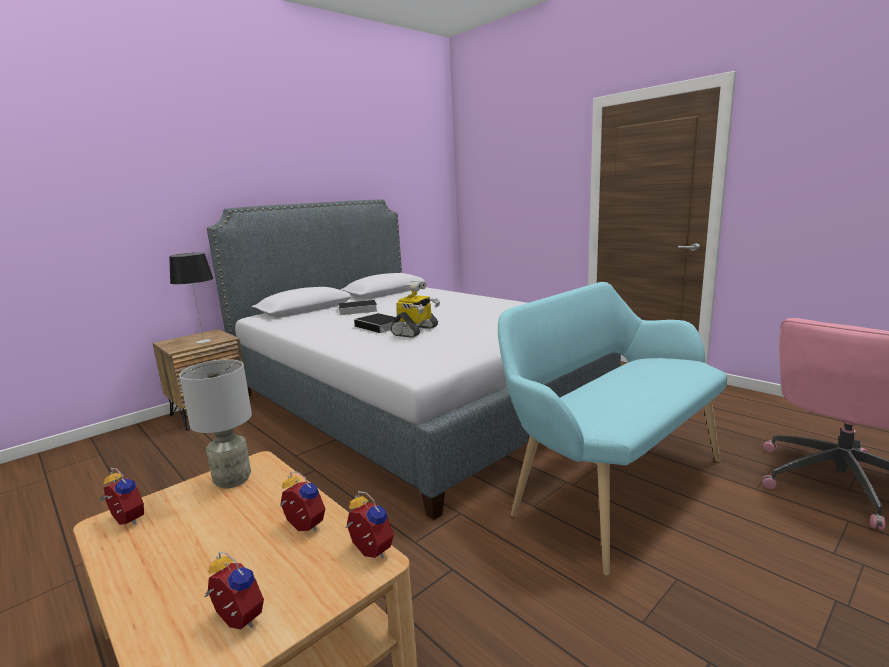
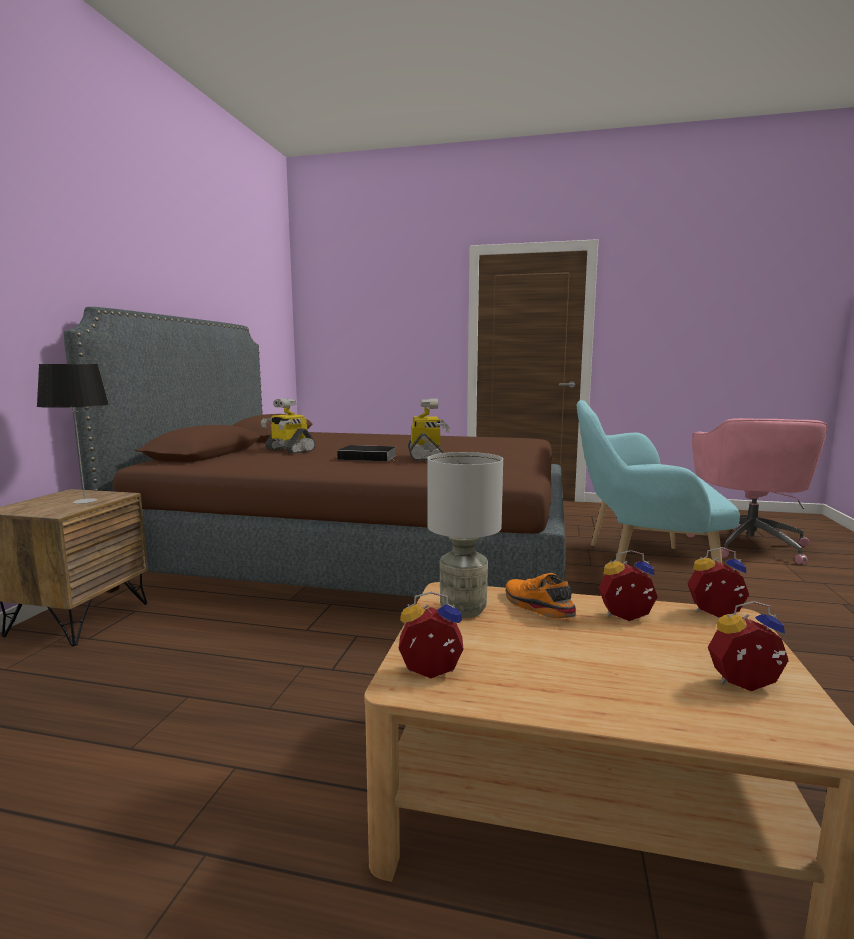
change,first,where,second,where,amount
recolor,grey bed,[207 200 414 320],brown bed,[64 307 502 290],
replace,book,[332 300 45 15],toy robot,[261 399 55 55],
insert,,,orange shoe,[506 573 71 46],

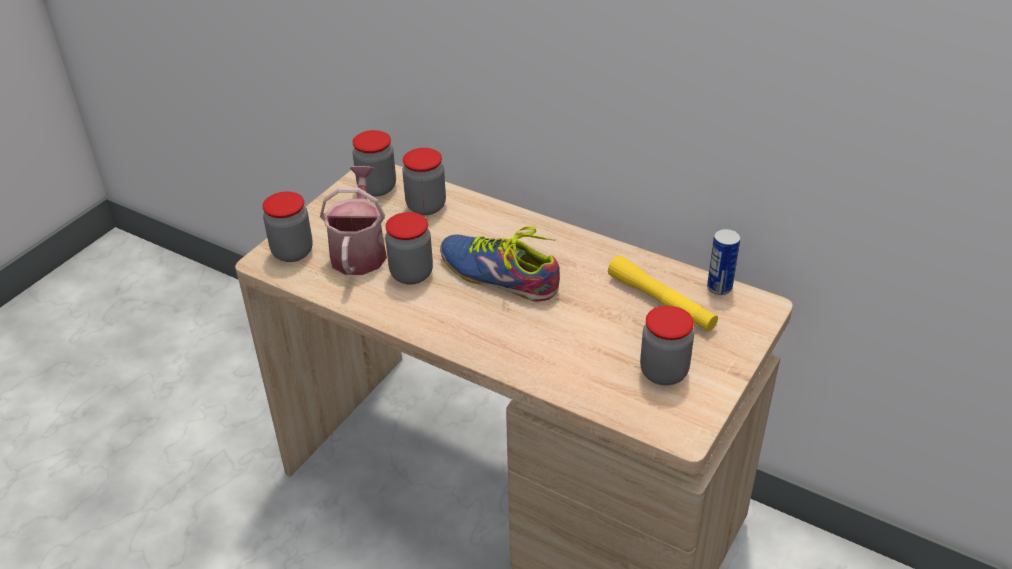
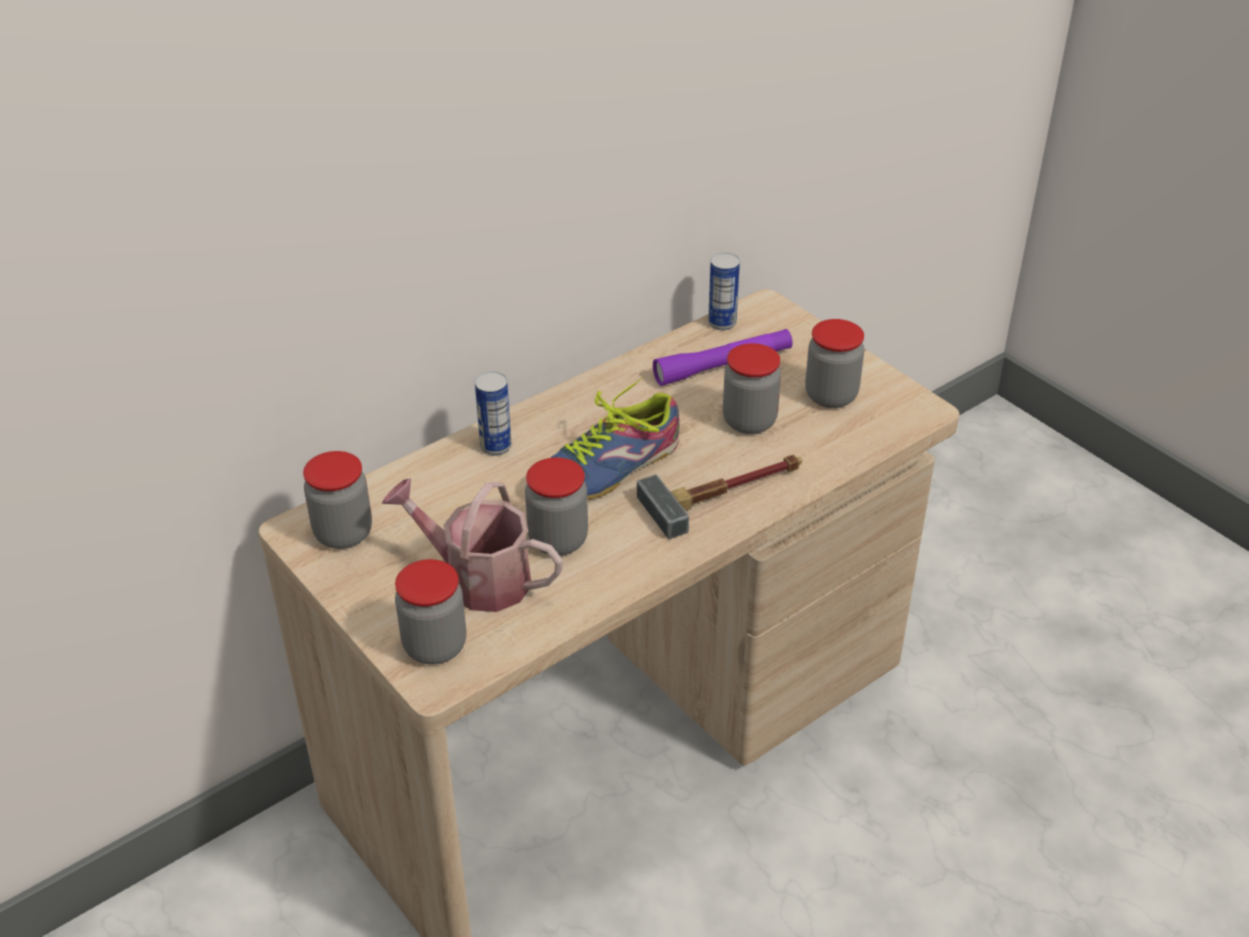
change,first,where,second,where,amount
insert,,,can,[475 372 36 84],
insert,,,hammer,[637 455 165 84],
recolor,yellow flashlight,[608 255 110 76],purple flashlight,[653 329 140 57],
move,jar,[402 148 44 67],,[723 343 58 91],

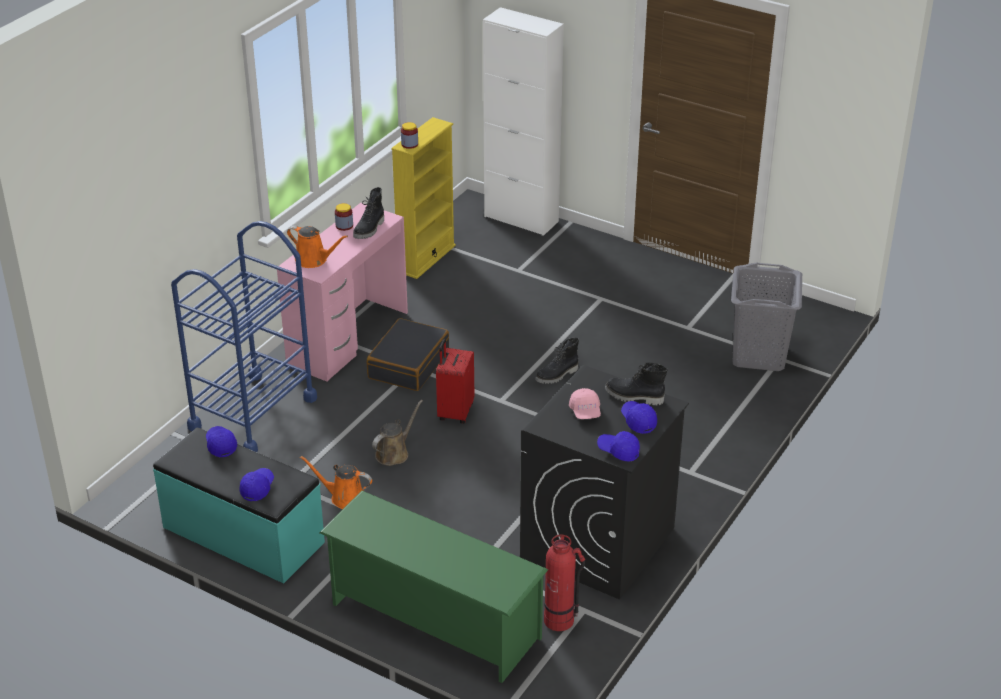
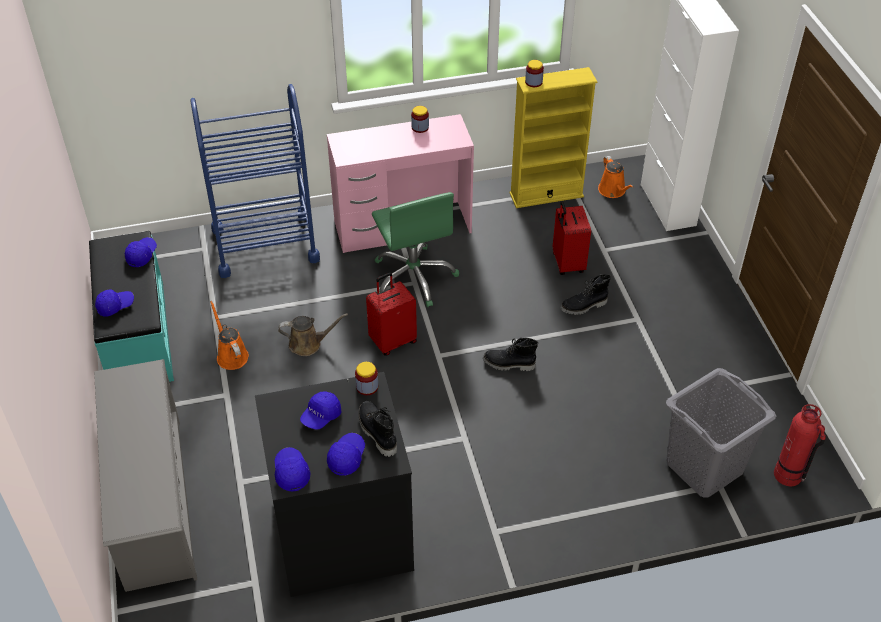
change,first,where,second,where,amount
recolor,green shoe rack,[319 491 229 192],grey shoe rack,[94 359 103 233],
recolor,pink cap,[569 388 32 31],blue cap,[300 391 41 38],
insert,,,jar,[355 362 23 33],
replace,black suitcase,[367 318 82 73],green office chair,[372 192 87 115],
insert,,,red suitcase,[553 202 38 73],
move,black boot,[353 187 31 52],,[560 274 51 41],
move,orange watering can,[287 225 61 43],,[598 156 36 42],
move,fire extinguisher,[544 535 41 96],,[774 404 52 82],

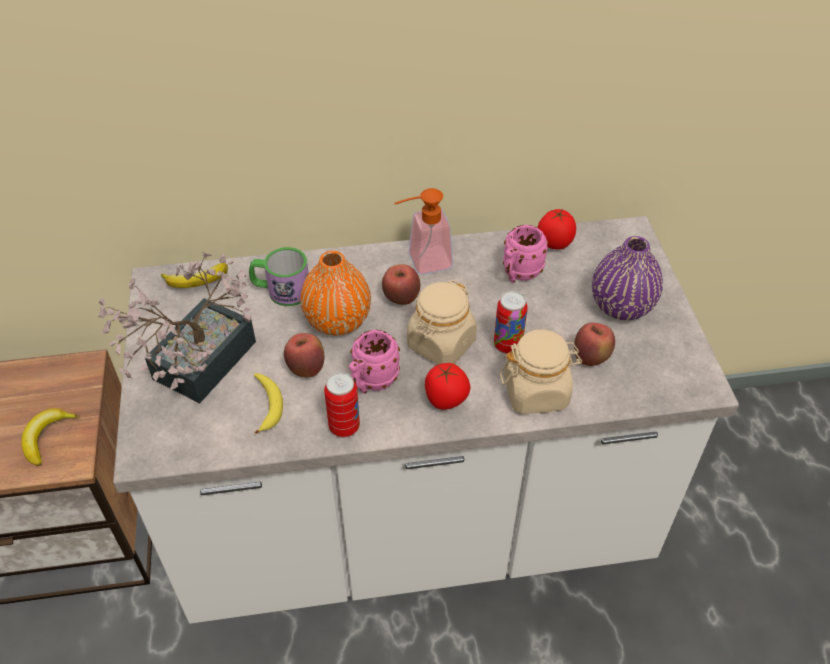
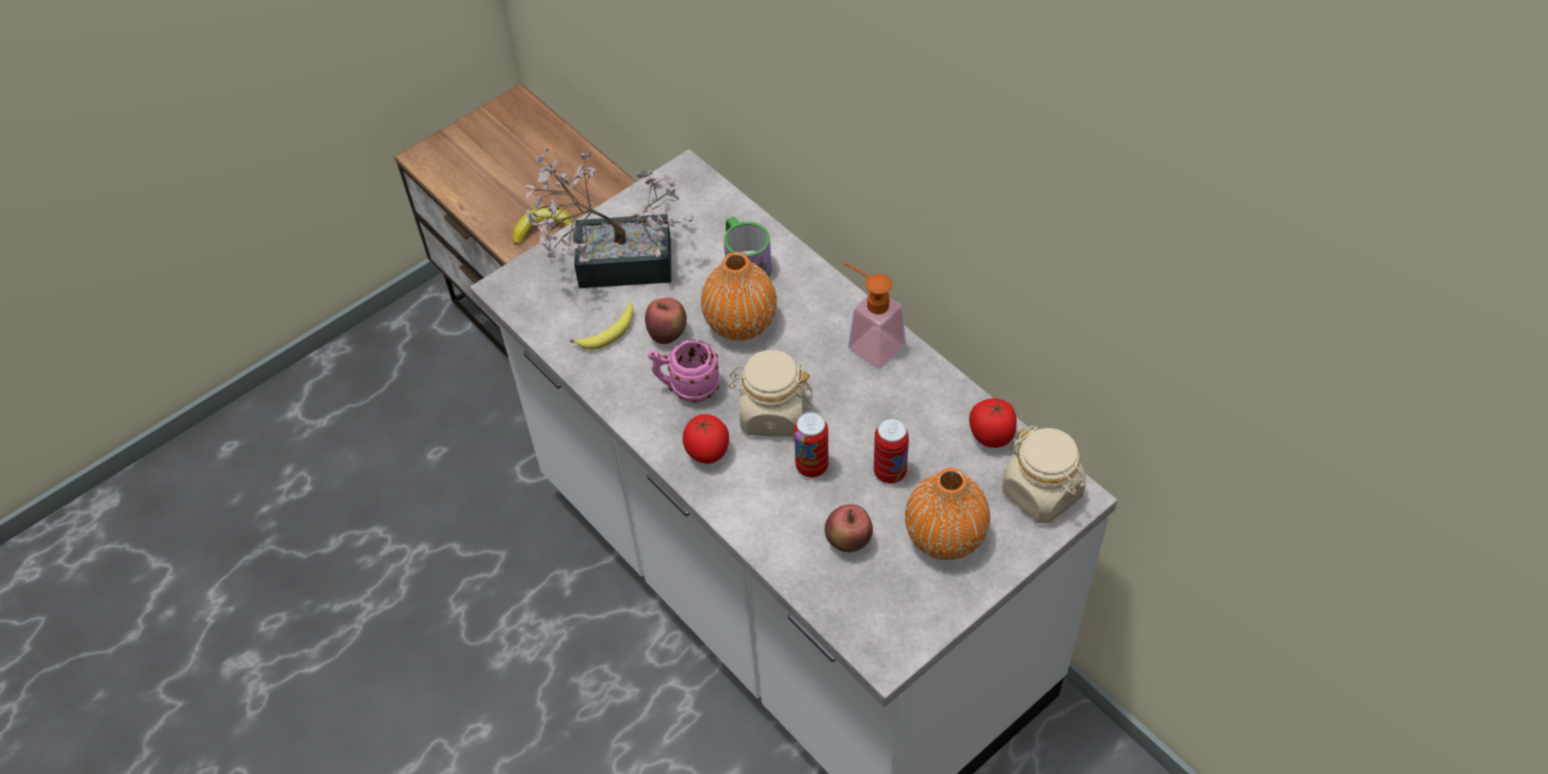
change,first,where,second,where,amount
move,can,[324 372 36 65],,[874 417 35 67],
recolor,purple vase,[592 236 71 84],orange vase,[905 468 85 92],
move,beige jar,[500 329 82 85],,[1002 426 84 98],
delete,banana,[161 263 67 25],,,
delete,apple,[382 264 38 41],,,
delete,pink mug,[503 225 45 58],,,

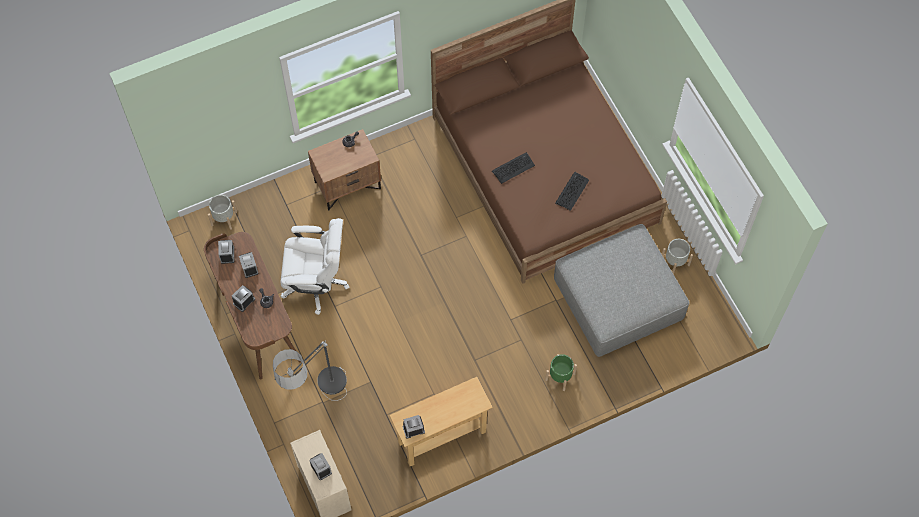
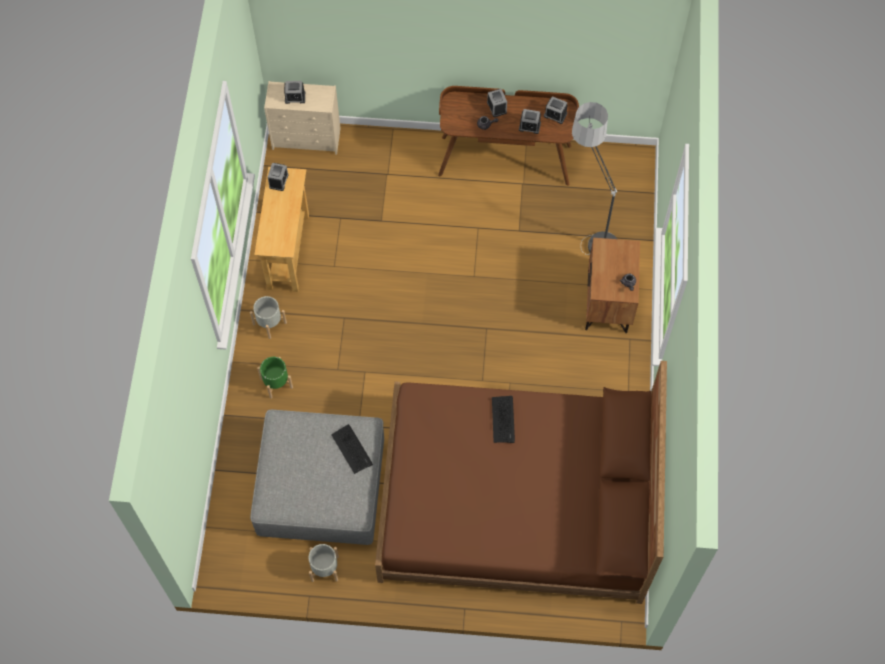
change,first,where,second,where,amount
move,grey planter,[208 195 29 35],,[250 296 37 43],
move,keyboard,[555 172 34 39],,[331 424 42 50],
move,floor lamp,[273 341 74 60],,[572 102 45 153],
delete,white office chair,[281 218 68 97],,,

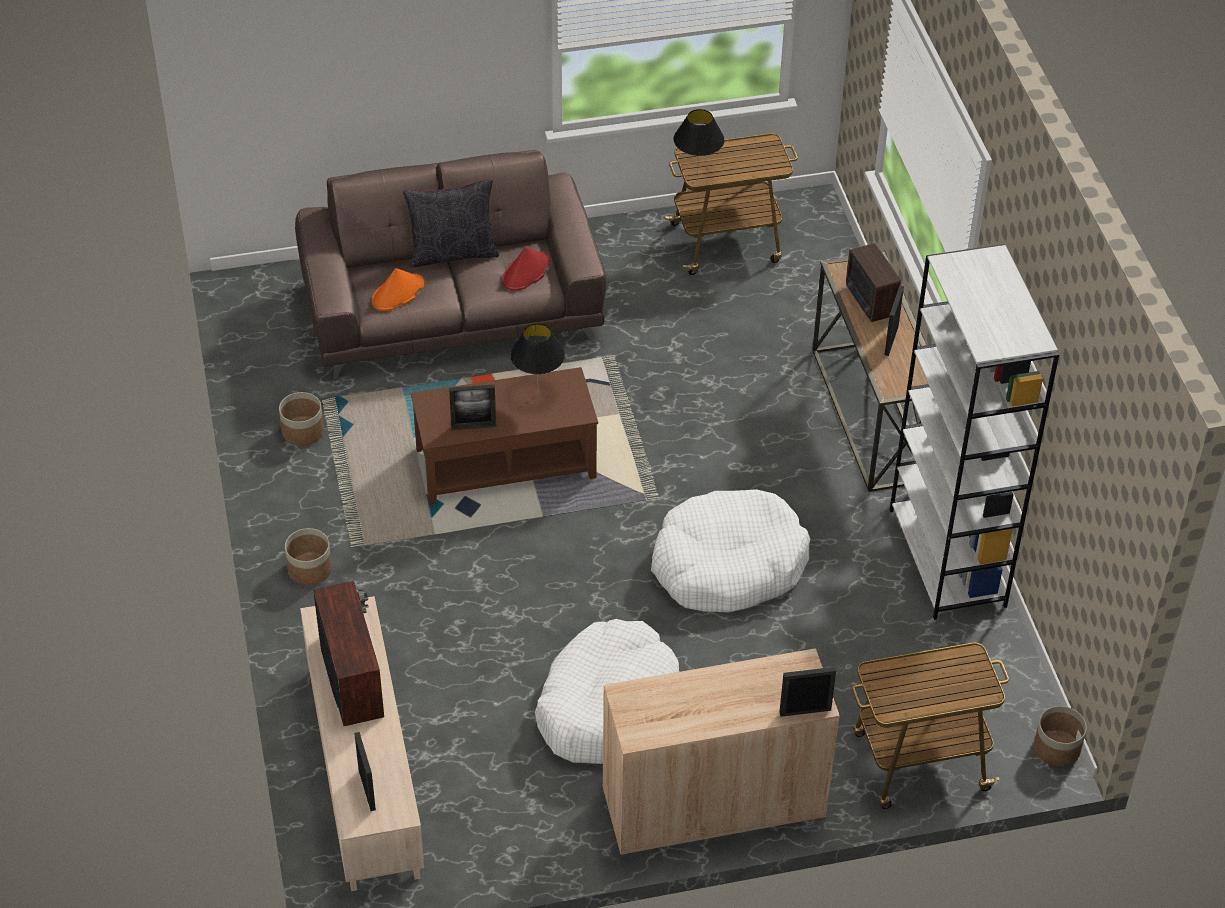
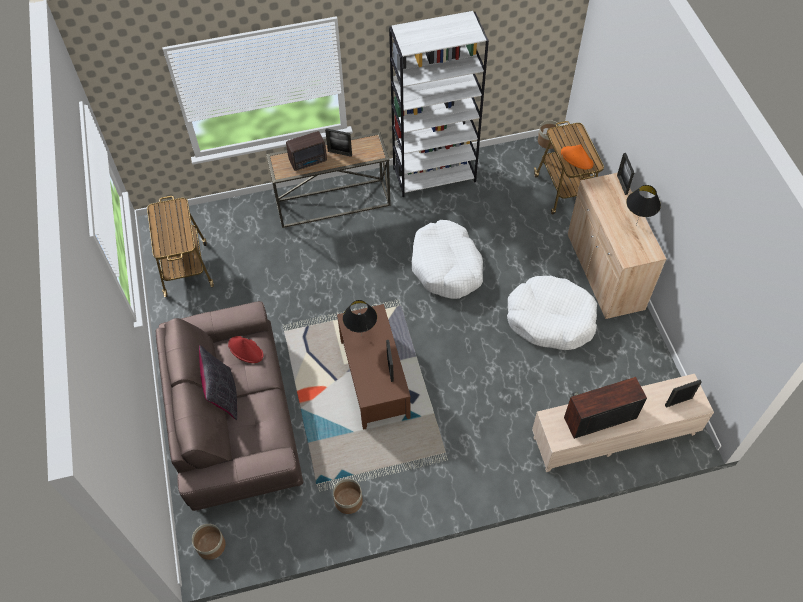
change,first,where,second,where,amount
move,planter,[285 528 47 57],,[192 524 34 36],
move,orange hat,[372 268 52 43],,[561 144 33 25],
move,black table lamp,[674 109 51 70],,[626 185 35 40],

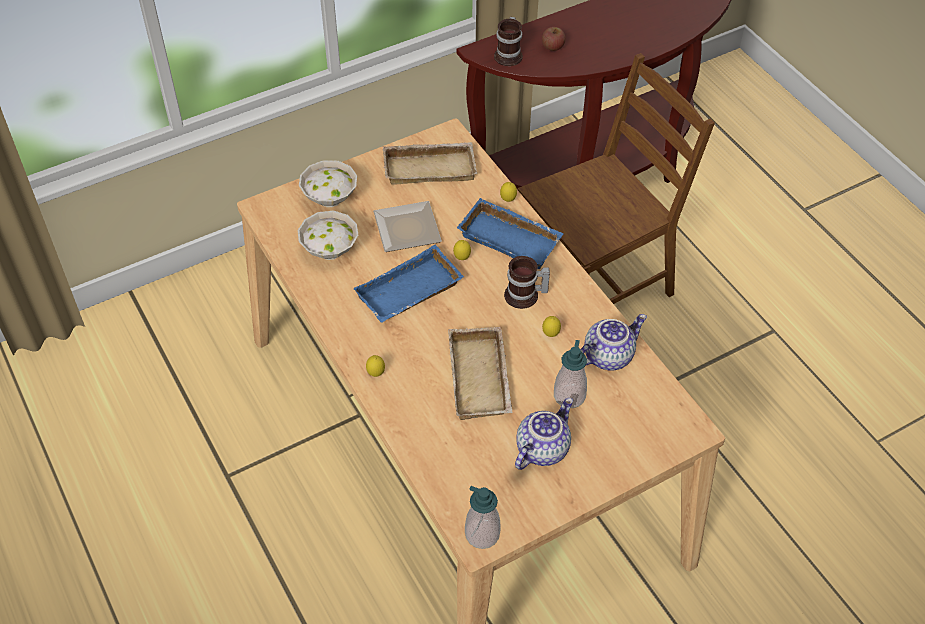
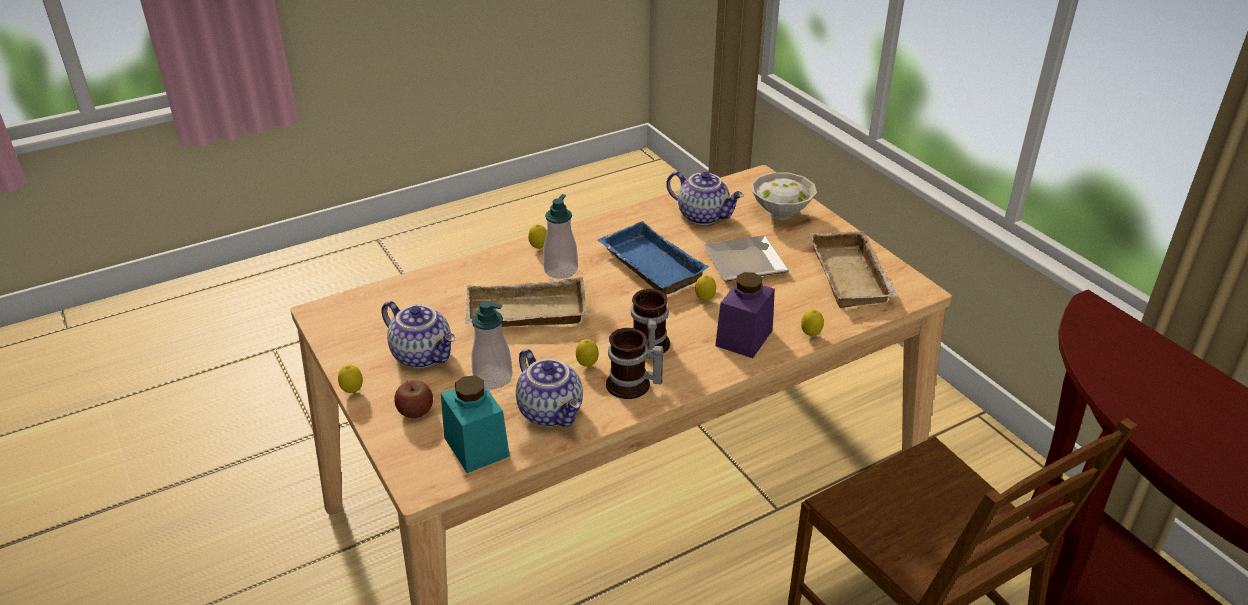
change,first,where,second,where,amount
insert,,,lemon,[338 365 25 28],
move,apple,[542 27 24 24],,[394 380 39 38],
insert,,,turquoise jar,[441 376 69 97],
move,soap dispenser,[465 486 36 63],,[543 194 35 85],
move,mug,[494 17 29 49],,[606 328 57 71],
replace,white bowl,[298 211 60 49],teapot,[666 171 78 54],
replace,blue tray,[457 198 106 71],purple jar,[715 272 60 86],

